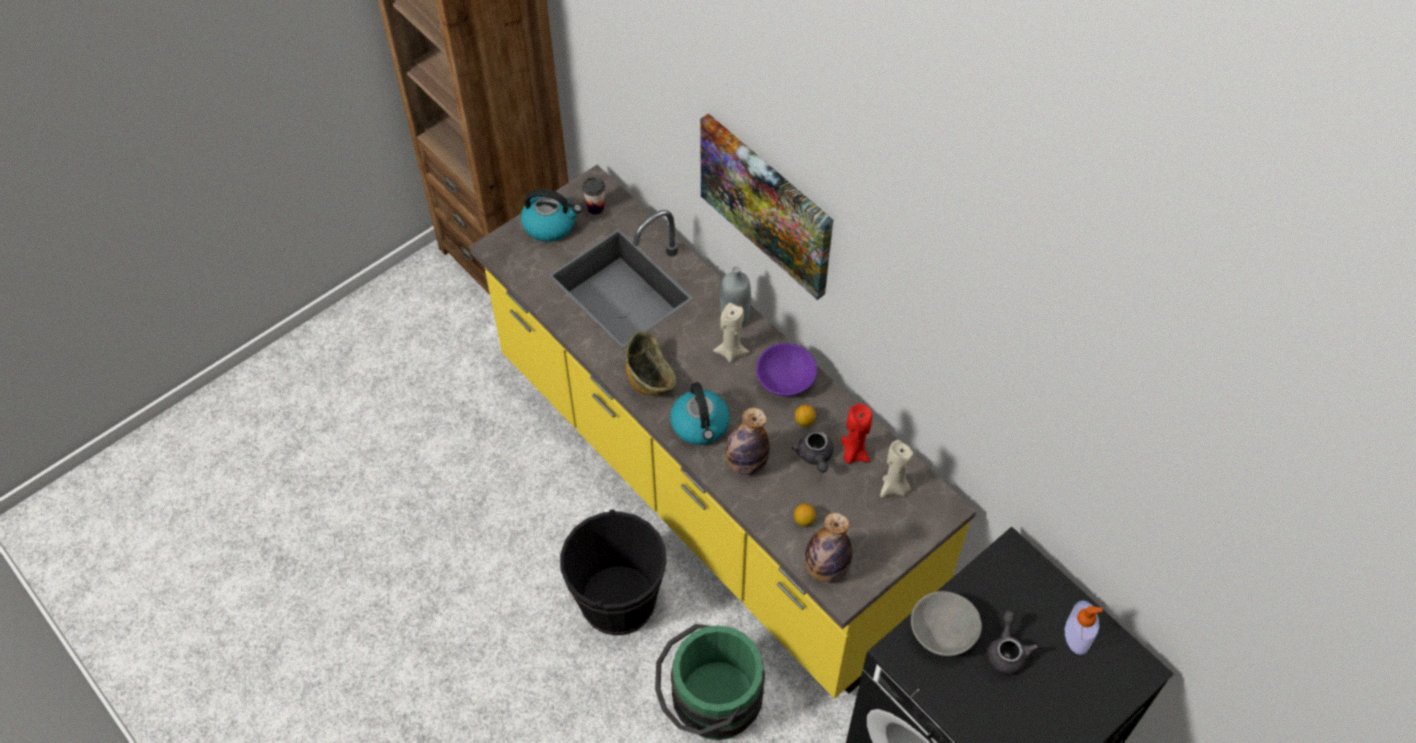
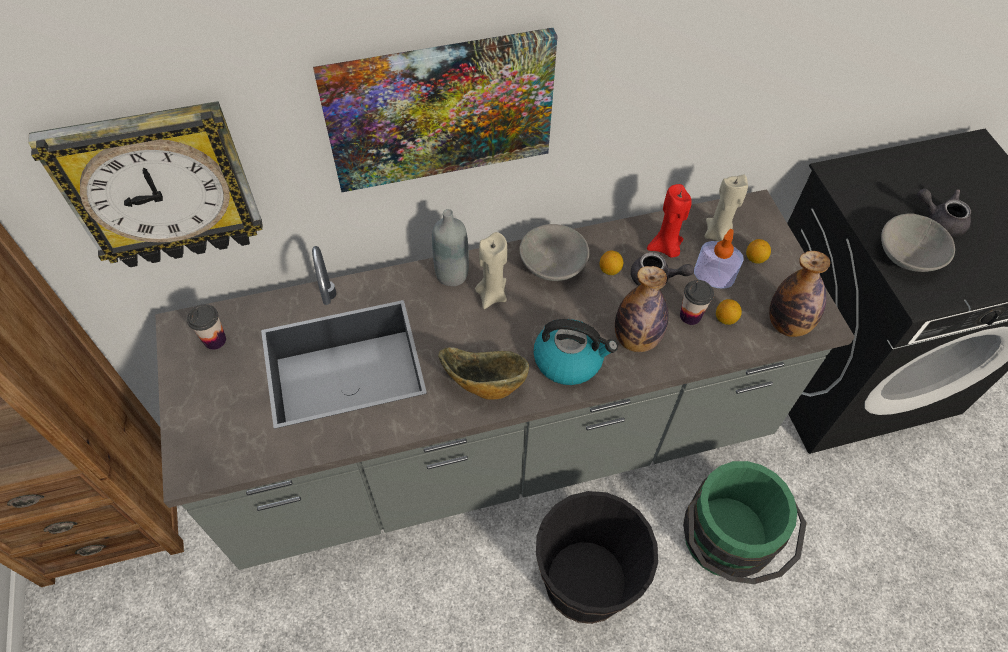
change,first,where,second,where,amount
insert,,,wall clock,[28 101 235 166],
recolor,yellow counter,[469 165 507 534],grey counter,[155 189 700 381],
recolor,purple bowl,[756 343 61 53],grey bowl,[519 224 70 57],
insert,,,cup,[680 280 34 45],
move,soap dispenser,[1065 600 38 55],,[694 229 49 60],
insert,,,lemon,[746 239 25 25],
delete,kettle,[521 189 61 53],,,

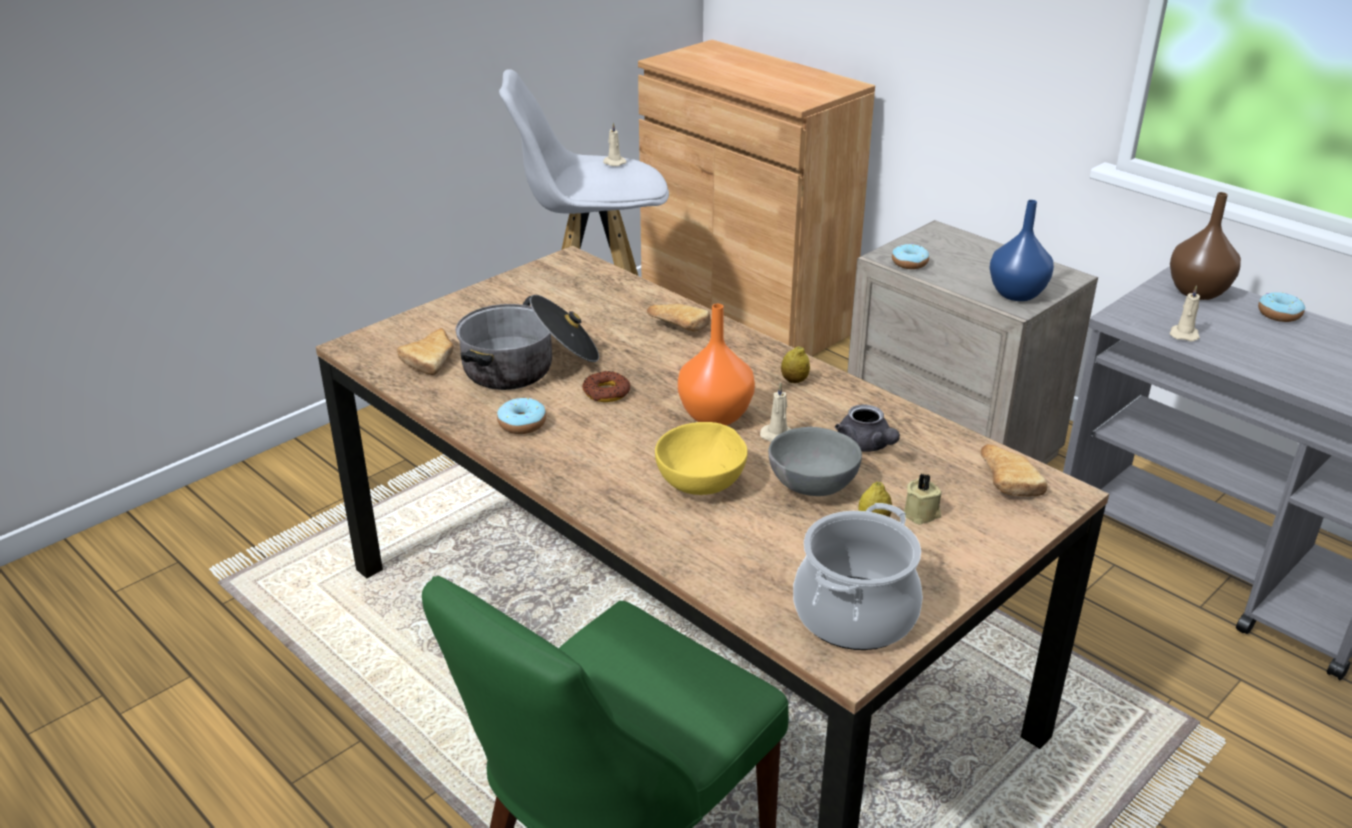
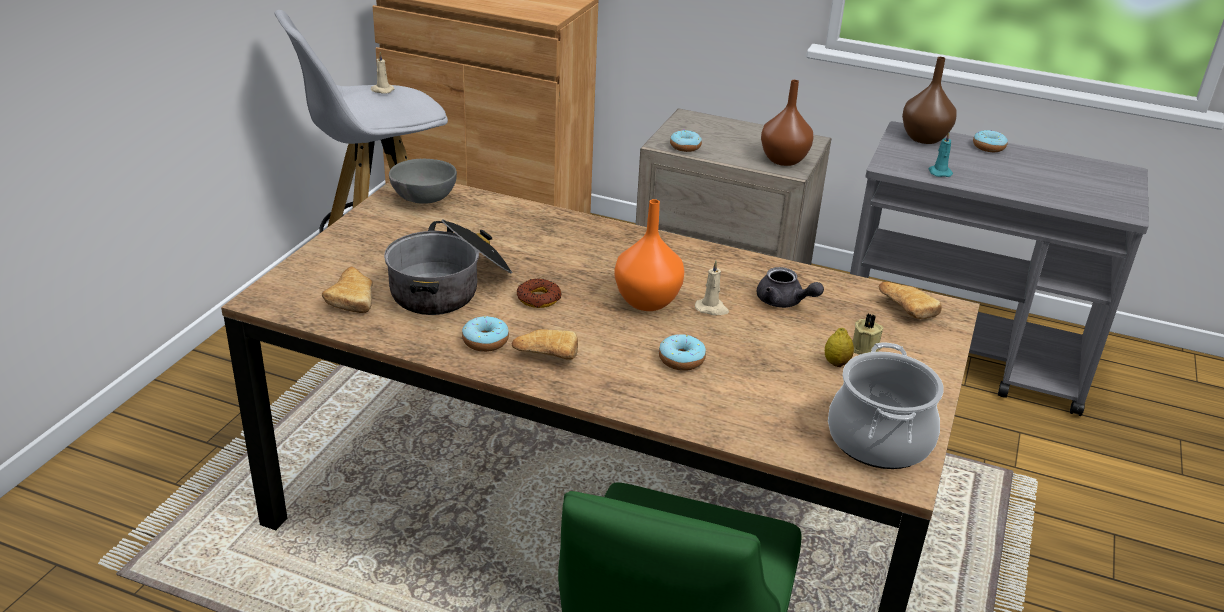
change,first,where,second,where,amount
move,grey bowl,[768 427 94 69],,[389 159 68 45],
move,bread,[647 304 64 27],,[512 329 66 31],
replace,yellow bowl,[655 422 93 73],donut,[659 334 47 37],
recolor,blue vase,[990 200 64 101],brown vase,[761 80 52 86],
recolor,beige candle,[1170 285 30 56],turquoise candle,[929 132 24 45],
delete,lemon,[781 346 29 37],,,

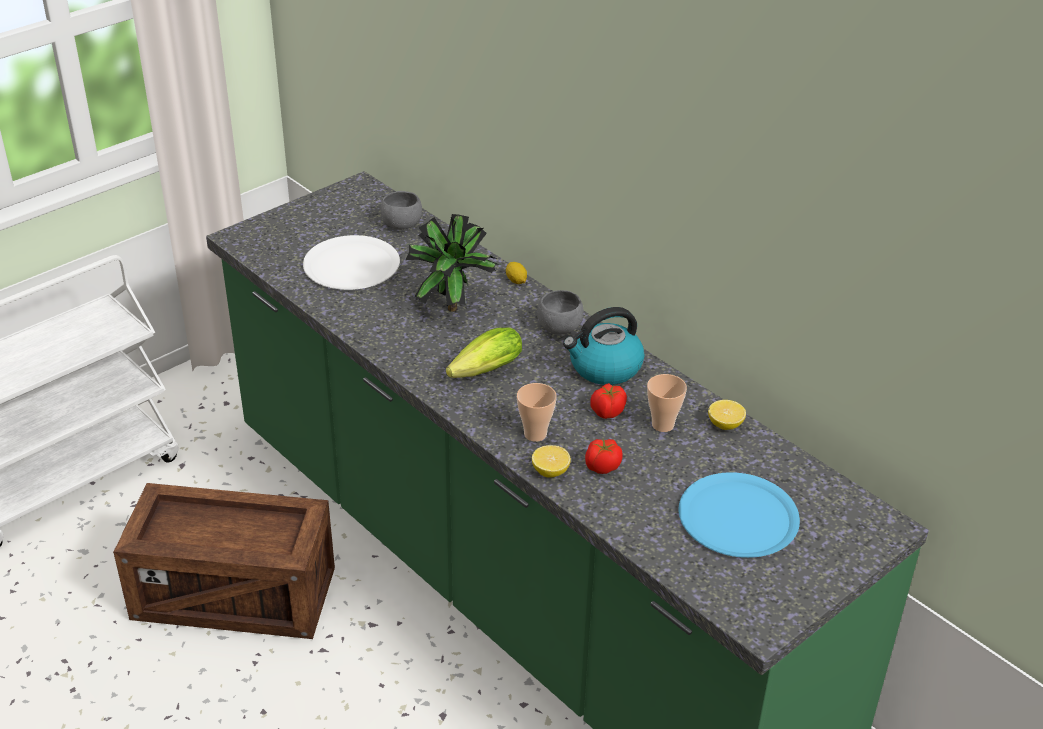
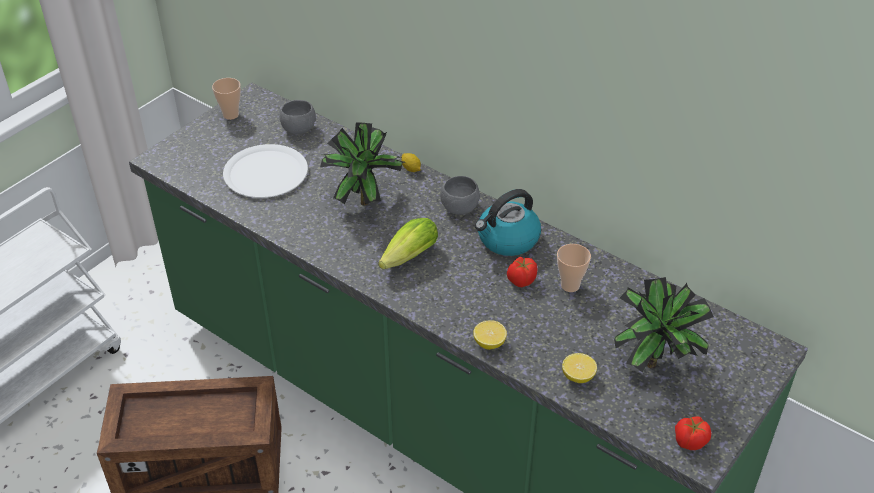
change,first,where,second,where,amount
move,cup,[517 383 40 59],,[212 78 29 42],
move,lemon,[708 400 38 30],,[562 353 35 30],
replace,blue plate,[679 472 121 86],potted plant,[614 277 100 96],
move,tomato,[585 439 38 35],,[675 416 36 34],

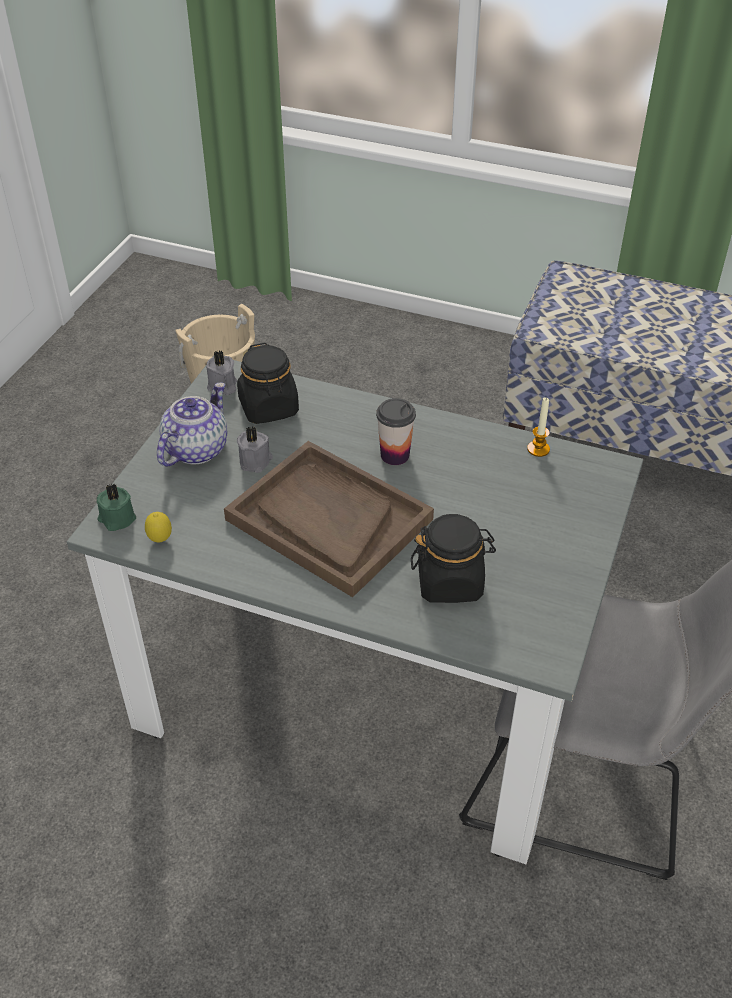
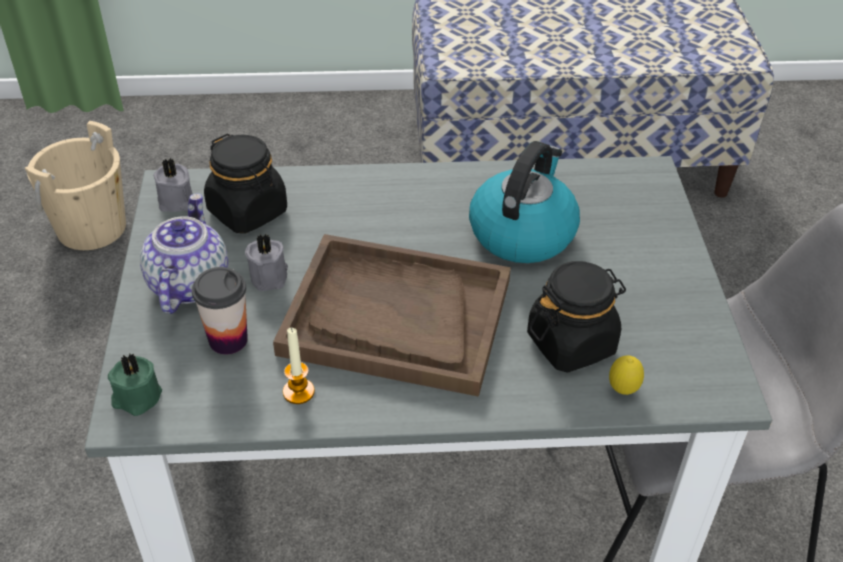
change,first,where,second,where,amount
move,cup,[376 398 40 67],,[192 267 56 88],
move,candle,[527 397 23 60],,[283 328 32 76],
insert,,,kettle,[469 141 111 122],
move,lemon,[145 512 27 30],,[609 355 35 40],

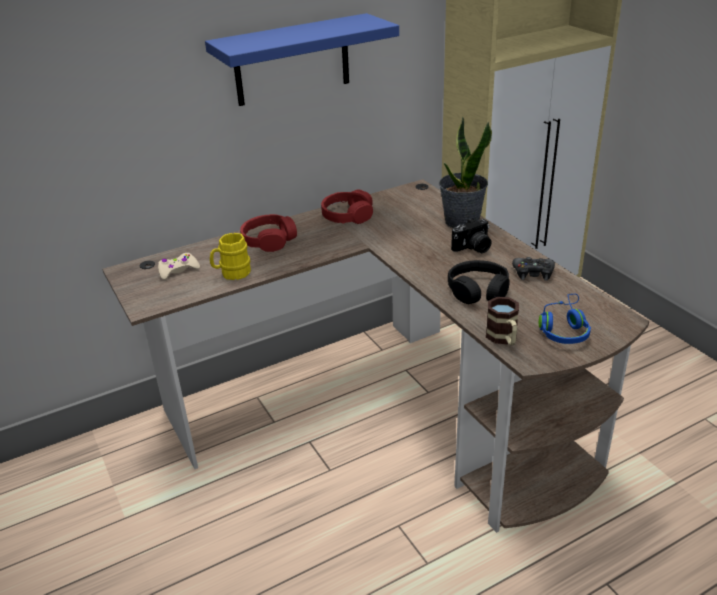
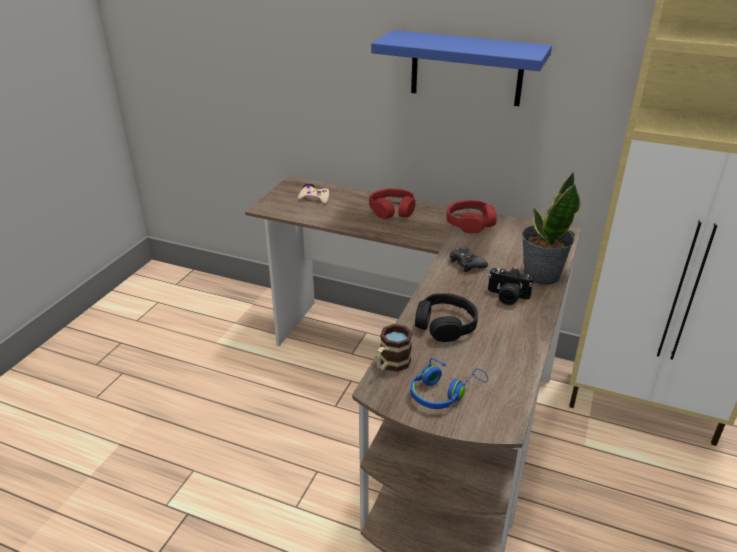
change,first,where,second,where,amount
move,black game controller,[512 257 43 24],,[449 246 39 26],
delete,yellow mug,[210 233 41 47],,,

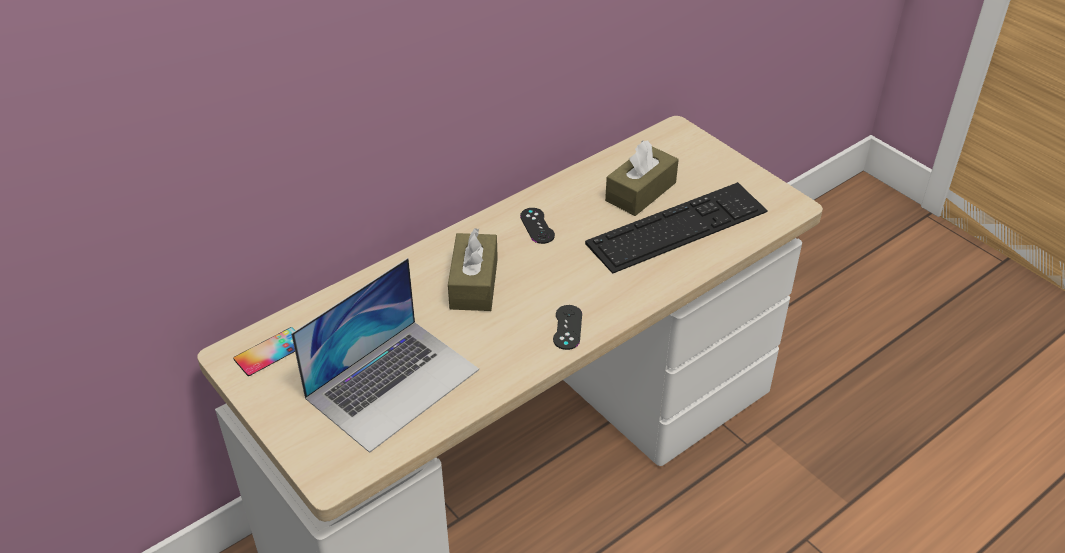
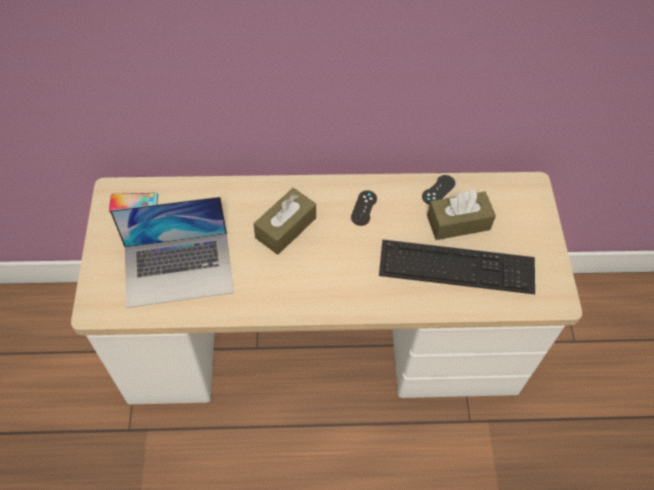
change,first,where,second,where,amount
move,black game controller,[553 305 29 45],,[422 175 33 30],

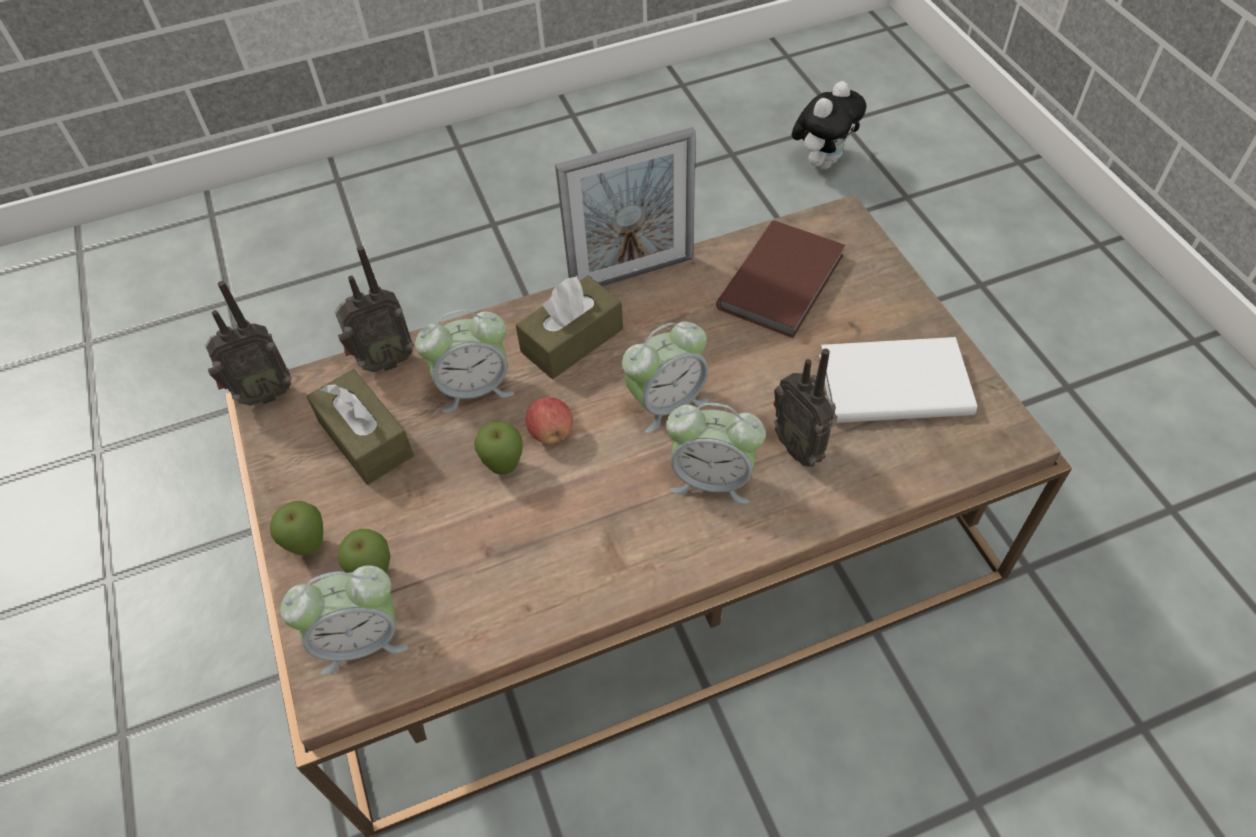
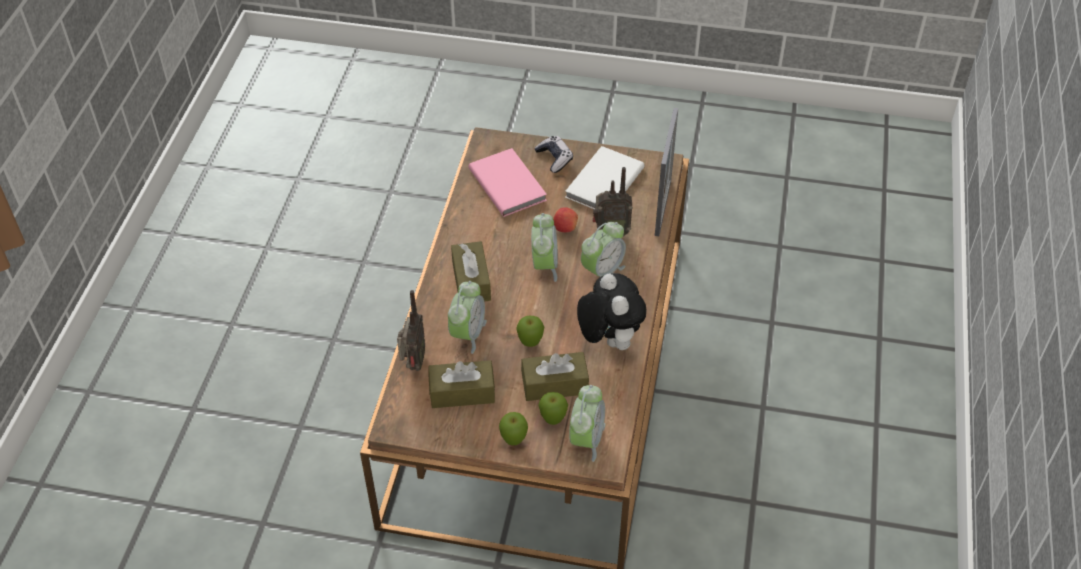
change,first,where,second,where,amount
recolor,brown book,[716 220 129 118],pink book,[469 148 78 69],
insert,,,brown tissue box,[521 352 68 49],
insert,,,game controller,[534 136 39 37],
move,apple,[526 397 47 47],,[553 207 25 25],
move,plush toy,[792 81 75 88],,[577 273 69 77],
move,picture frame,[555 127 141 159],,[655 108 23 128],
delete,radio,[205 281 87 124],,,

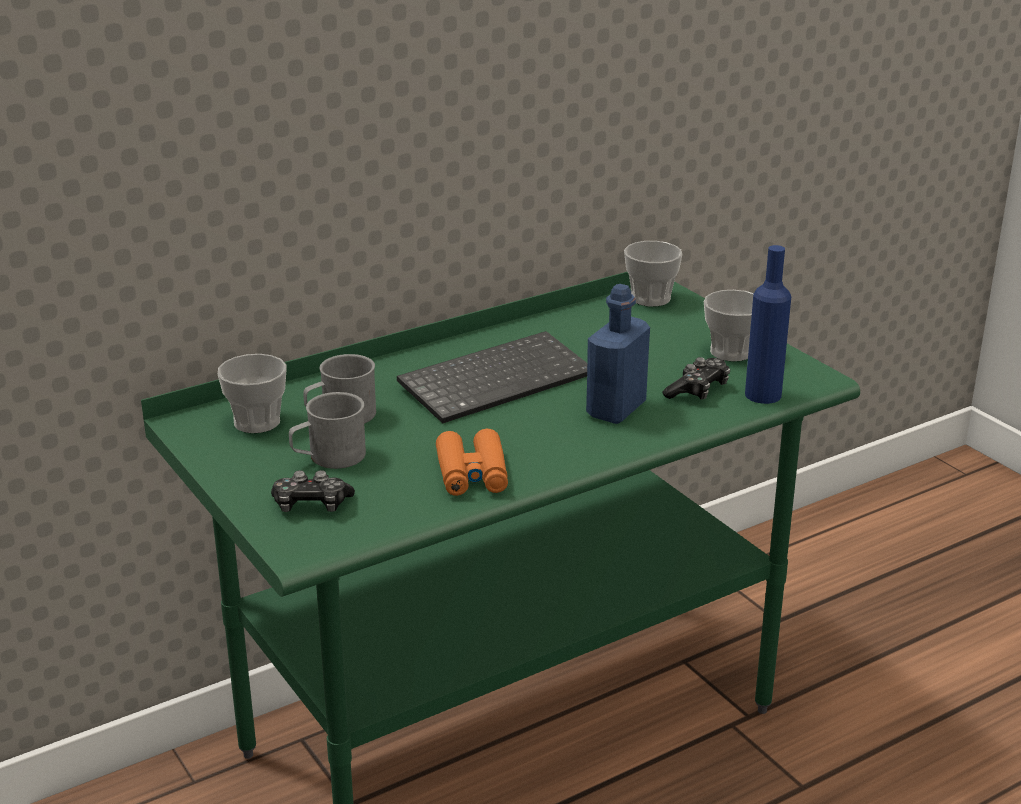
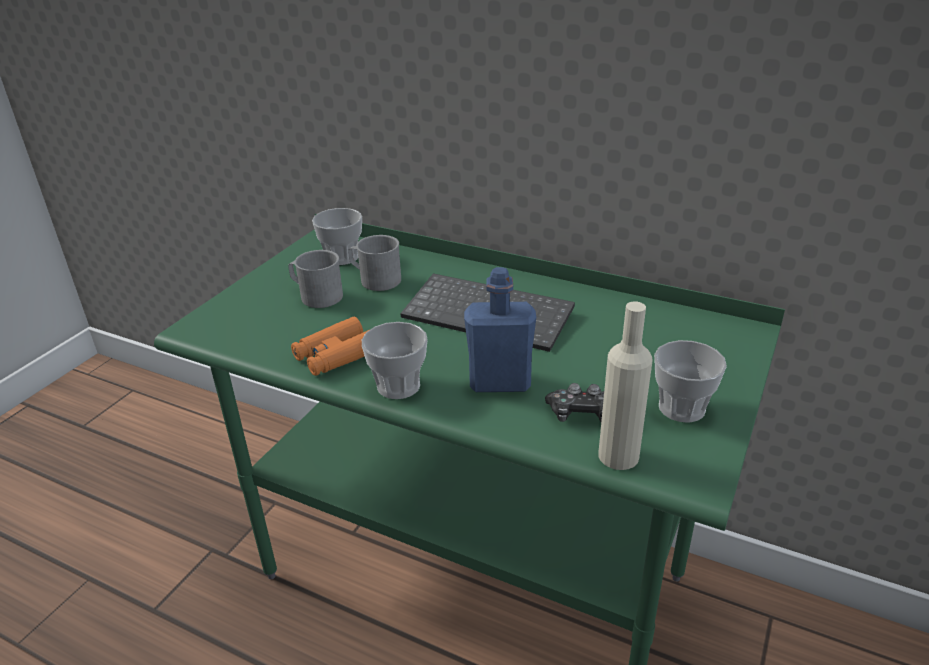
change,first,where,second,where,amount
move,cup,[624 241 58 66],,[362 322 66 77],
recolor,blue bottle,[745 245 46 159],beige bottle,[598 301 55 169],
delete,game controller,[271 470 84 42],,,

